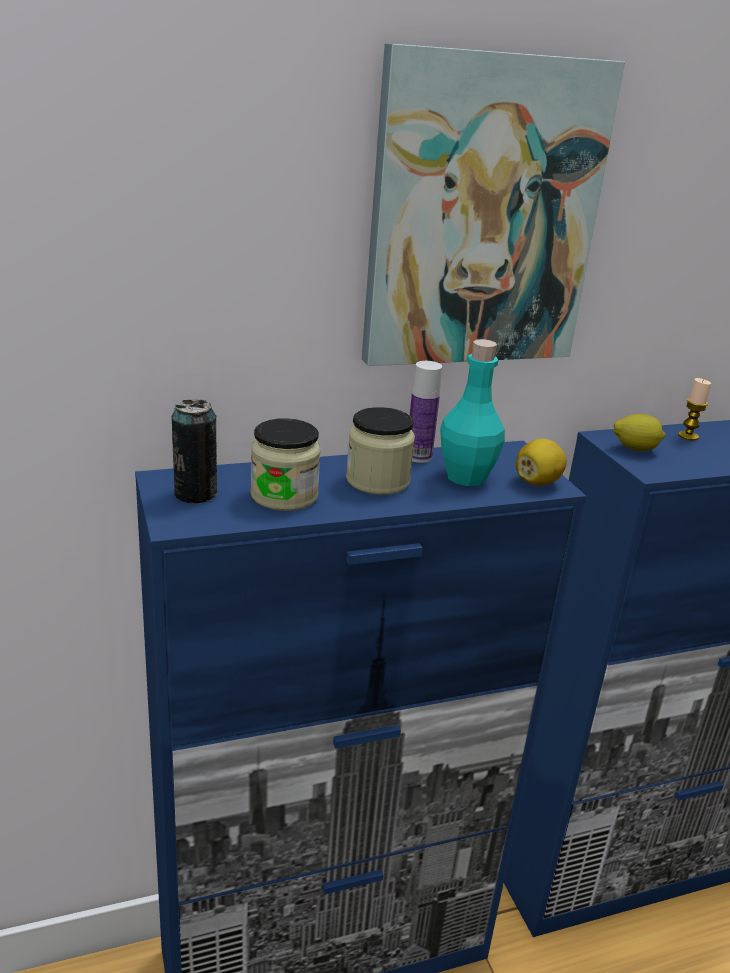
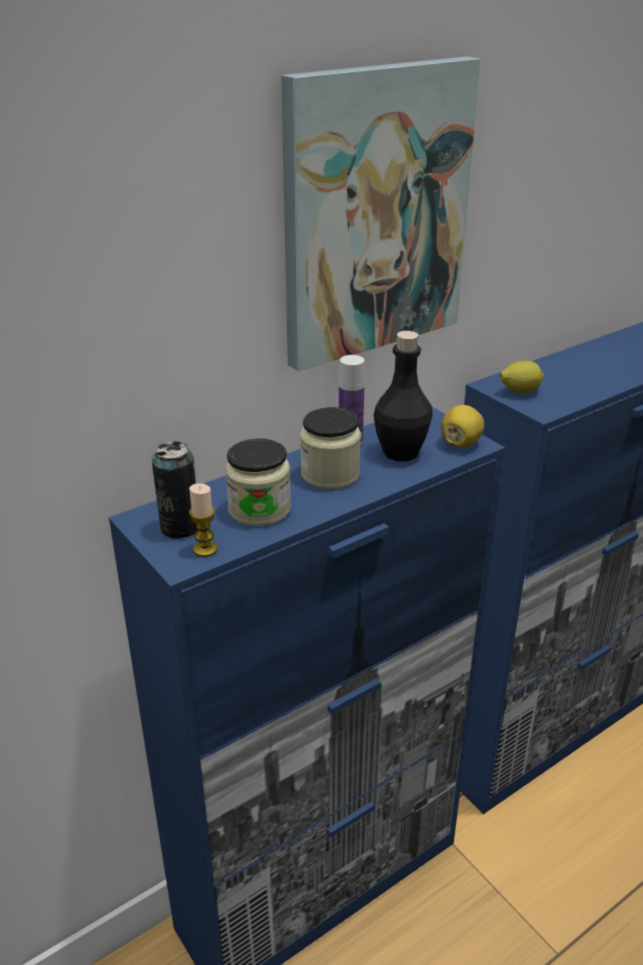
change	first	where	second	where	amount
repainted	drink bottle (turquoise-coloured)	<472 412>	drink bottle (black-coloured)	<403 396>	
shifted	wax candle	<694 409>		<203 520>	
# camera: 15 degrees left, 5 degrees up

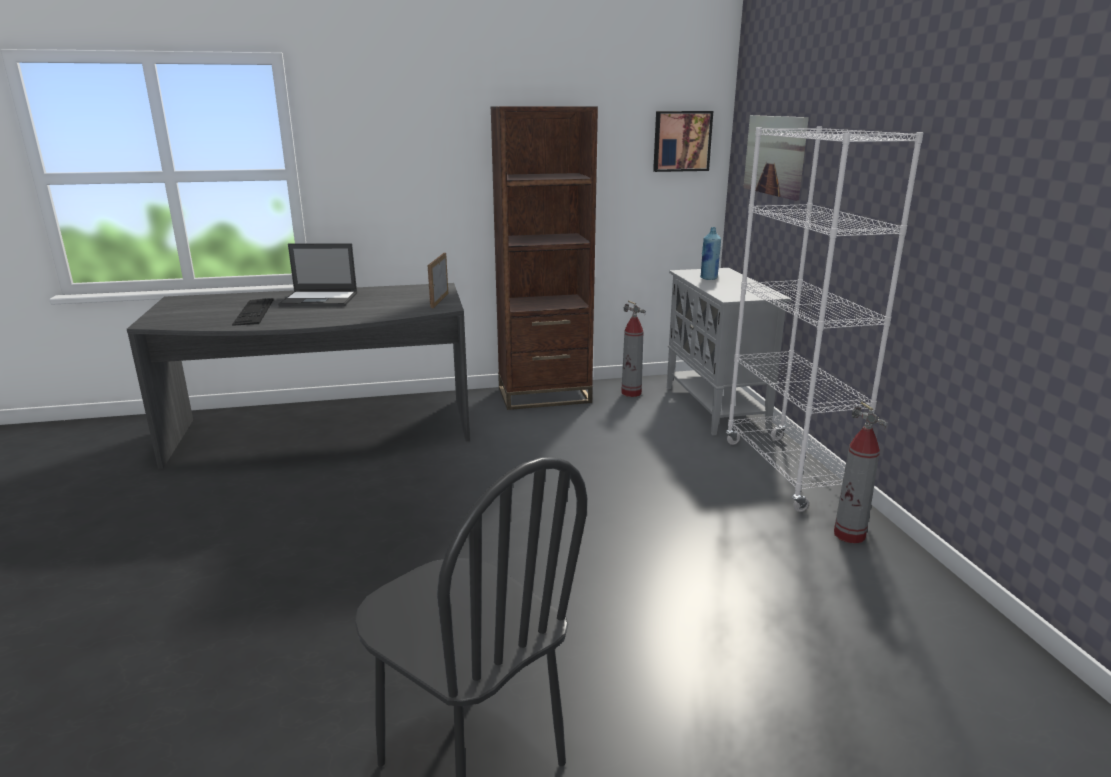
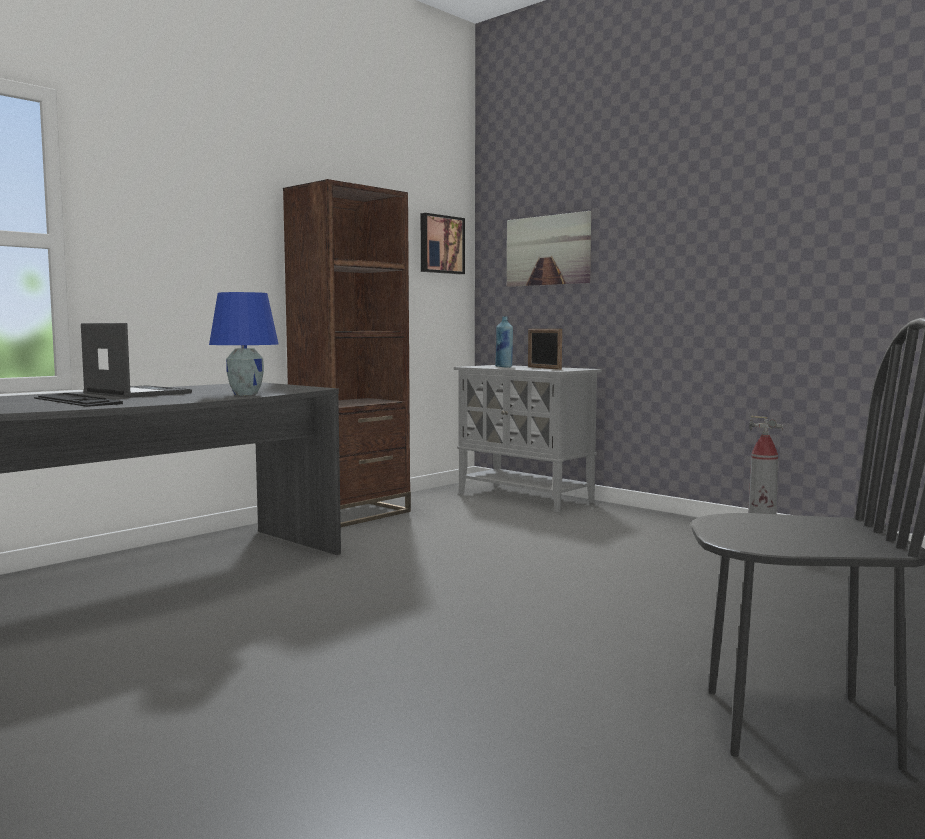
change	first	where	second	where	amount
rotated	laptop	<317 275>		<136 360>	105 degrees counterclockwise
shifted	photo frame	<438 280>		<545 349>	
gone	fire-fighting cylinder	<633 349>			
gone	bookshelf (white)	<825 319>			
new			tabletop lamp (blue-coloured)	<244 343>	
# camera: 35 degrees left, 15 degrees down

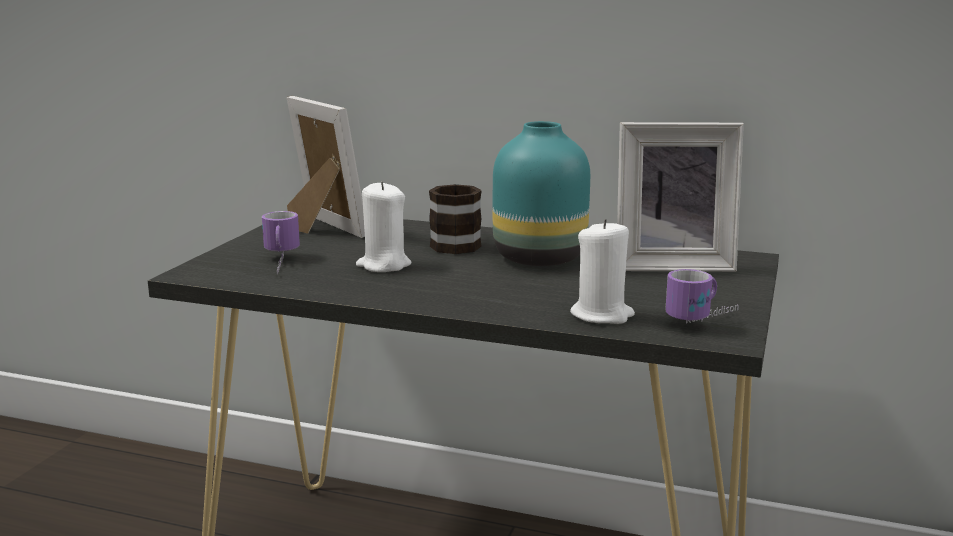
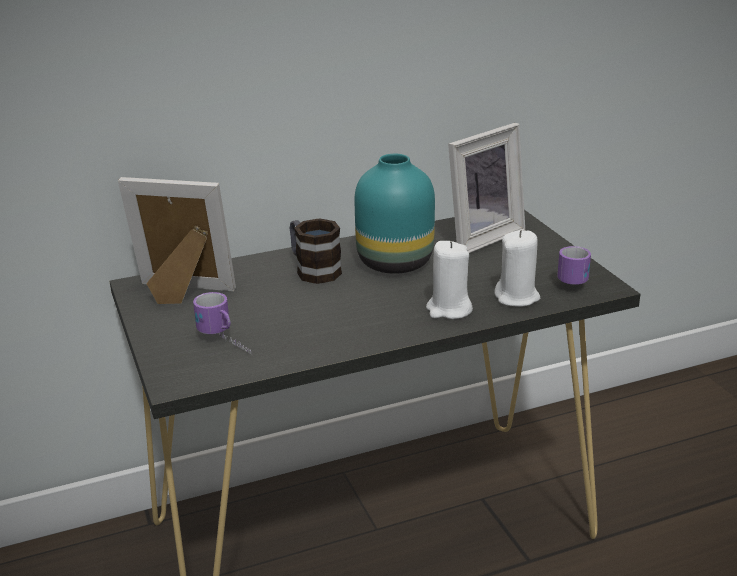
change	first	where	second	where	amount
shifted	wax candle (white)	<383 226>		<449 280>	
# camera: 40 degrees left, 10 degrees up

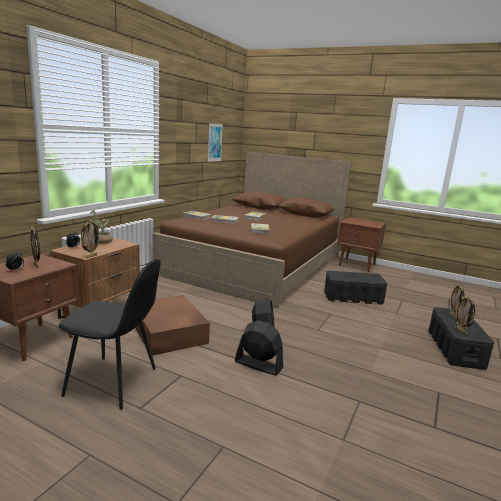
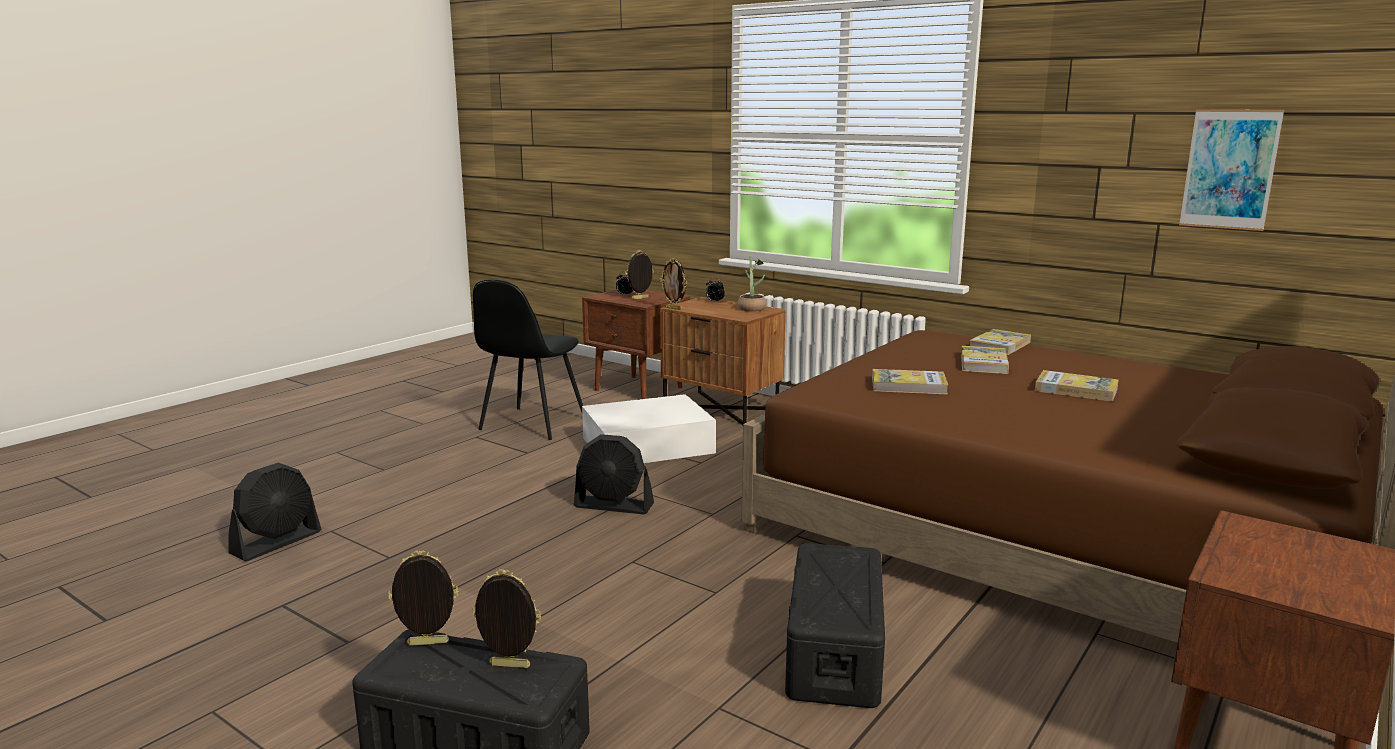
change	first	where	second	where	amount
repainted	storage box (brown-coloured)	<172 325>	storage box (white)	<649 428>	
shifted	fan (black-coloured)	<259 348>		<274 512>	
# camera: 100 degrees right, 0 degrees up

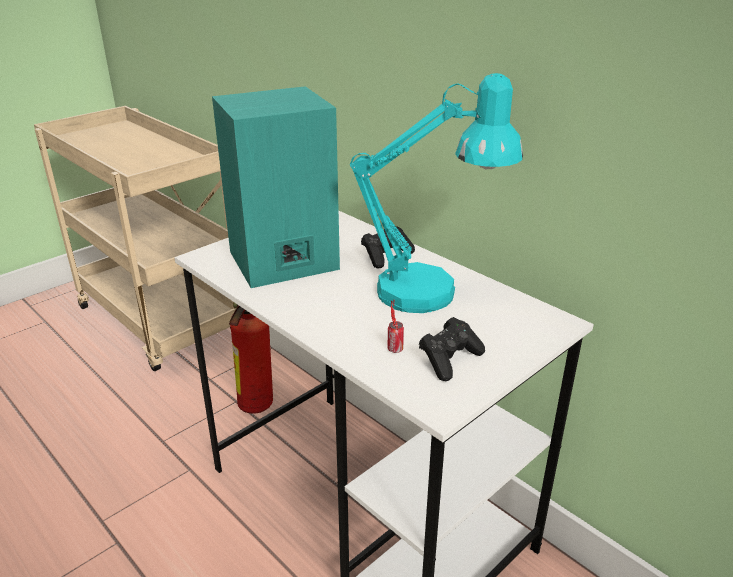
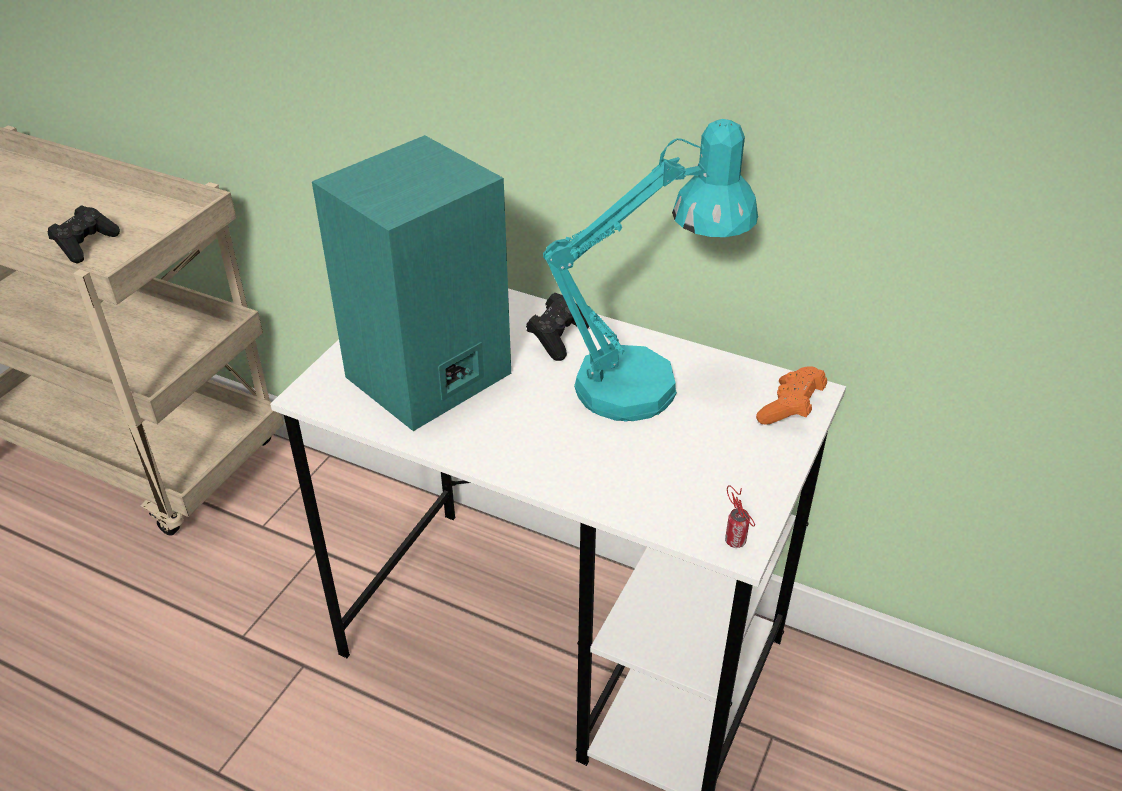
change	first	where	second	where	amount
gone	fire-fighting cylinder	<251 358>			
shifted	metal can	<395 327>		<740 516>	
shifted	game controller (black-coloured)	<452 349>		<83 234>	
new			game controller (orangey)	<791 395>	
# camera: 20 degrees left, 10 degrees up

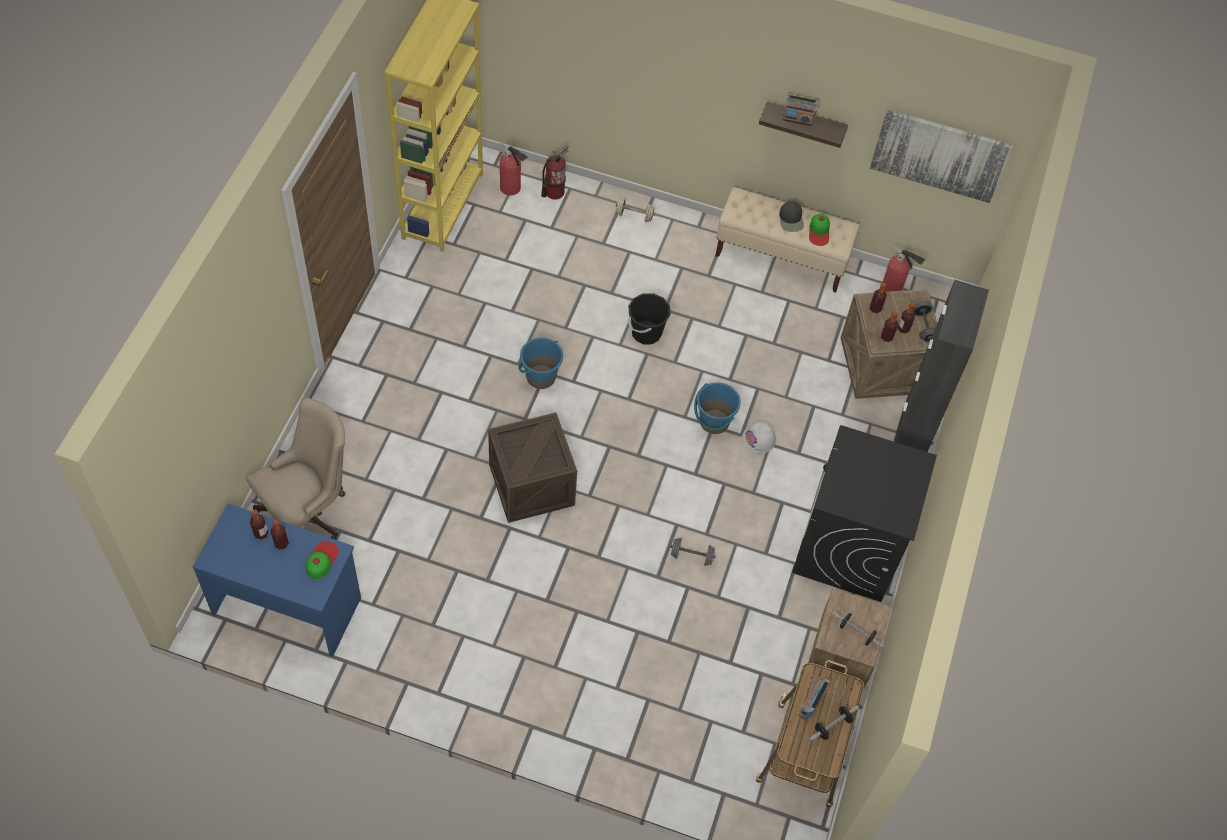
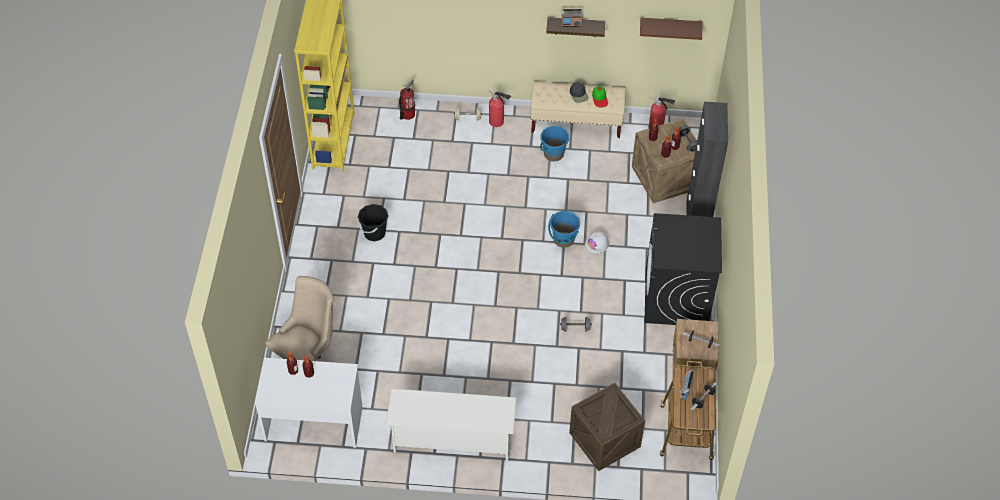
change	first	where	second	where	amount
repainted	desk (blue-coloured)	<277 580>	desk (white)	<309 403>	
gone	baseball cap	<322 560>			
shifted	crate	<532 467>		<607 427>	
shifted	fire-fighting cylinder	<514 168>		<499 109>	
shifted	bucket (blue-coloured)	<541 363>		<554 143>	
shifted	bucket (black-coloured)	<649 318>		<373 222>	
swapped	wall art	<941 156>	bracket shelf (brown-coloured)	<671 29>	
new			shoe shelf (white)	<451 424>	
# camera: 10 degrees left, 5 degrees down

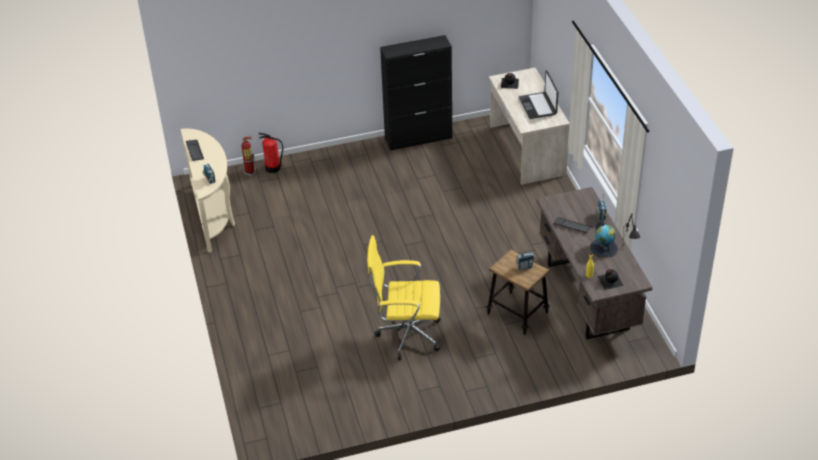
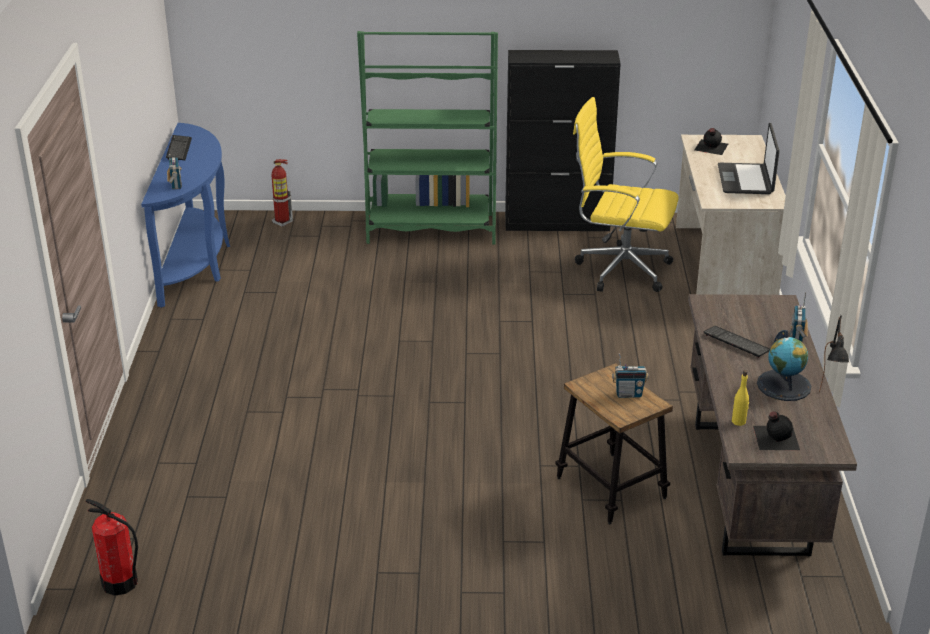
change	first	where	second	where	amount
repainted	console table (sand-coloured)	<207 190>	console table (blue-coloured)	<185 215>	
shifted	fire-fighting cylinder	<270 153>		<112 547>	
shifted	office chair (yellow)	<404 297>		<626 194>	
new			bookshelf (greenish)	<427 138>	
# camera: 15 degrees right, 10 degrees down

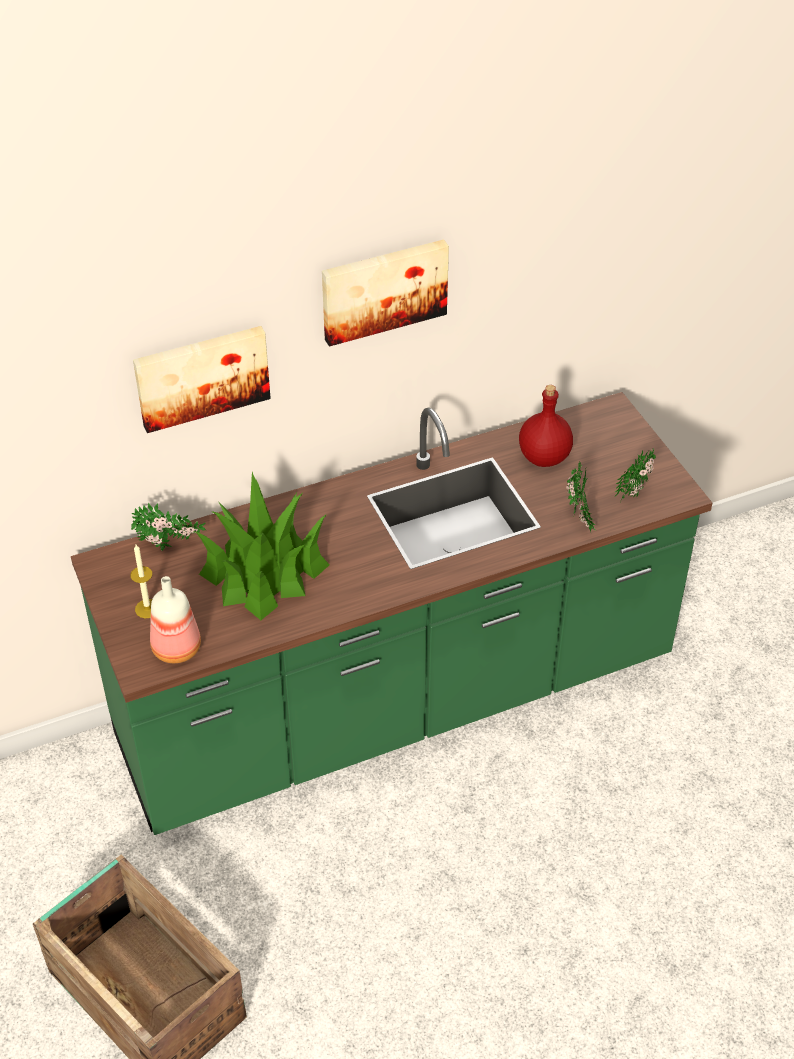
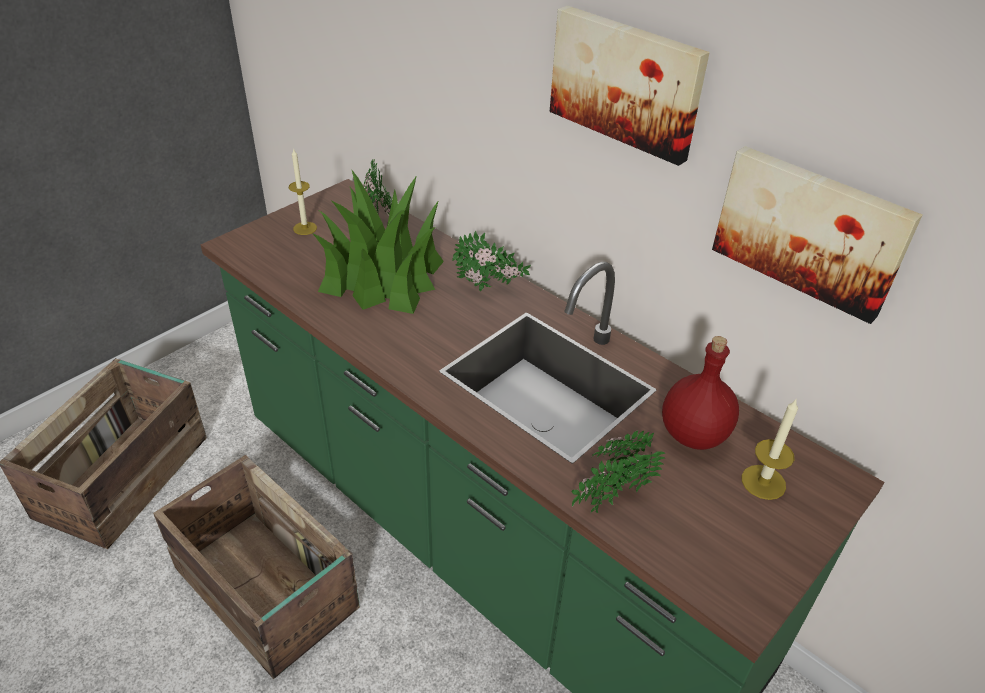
change	first	where	second	where	amount
shifted	wall art	<202 379>		<817 235>	
gone	drink bottle	<175 619>			
shifted	potted plant	<635 474>		<491 261>	
new			crate	<256 567>	
new			wax candle	<770 449>	
# camera: 65 degrees right, 5 degrees down

